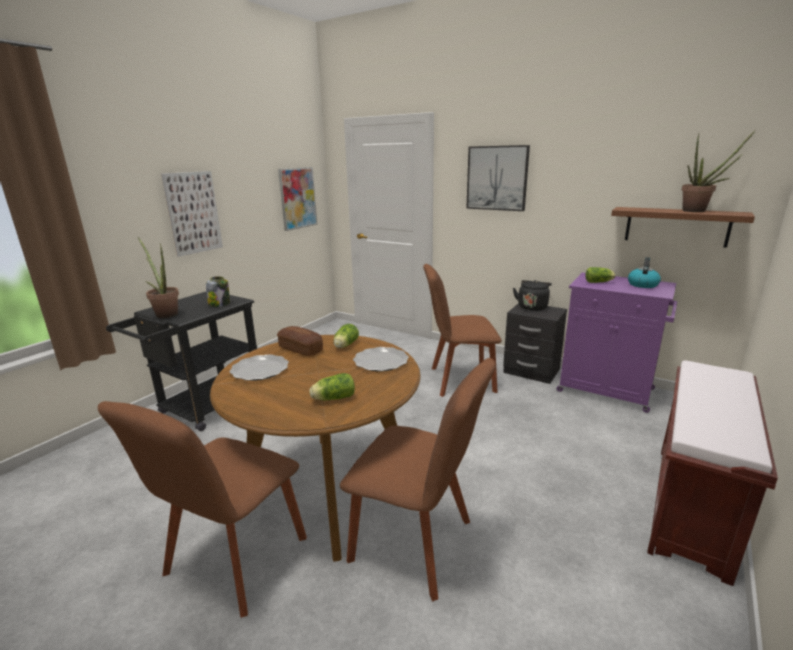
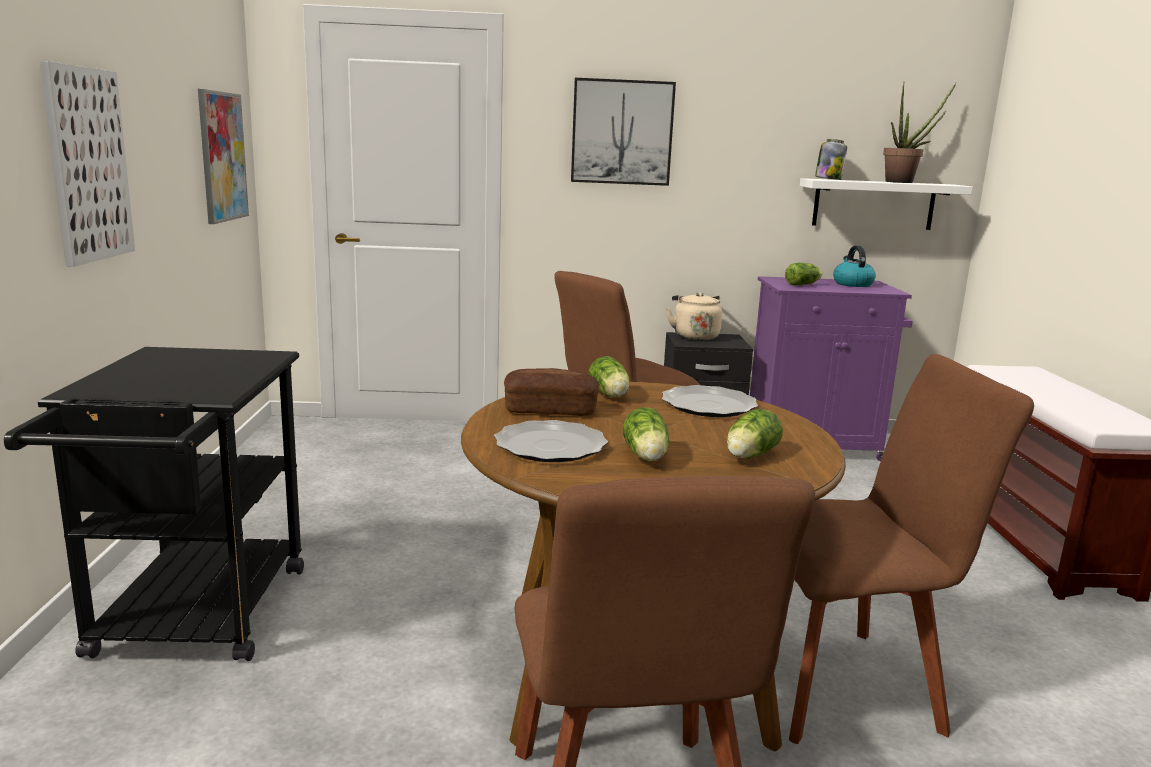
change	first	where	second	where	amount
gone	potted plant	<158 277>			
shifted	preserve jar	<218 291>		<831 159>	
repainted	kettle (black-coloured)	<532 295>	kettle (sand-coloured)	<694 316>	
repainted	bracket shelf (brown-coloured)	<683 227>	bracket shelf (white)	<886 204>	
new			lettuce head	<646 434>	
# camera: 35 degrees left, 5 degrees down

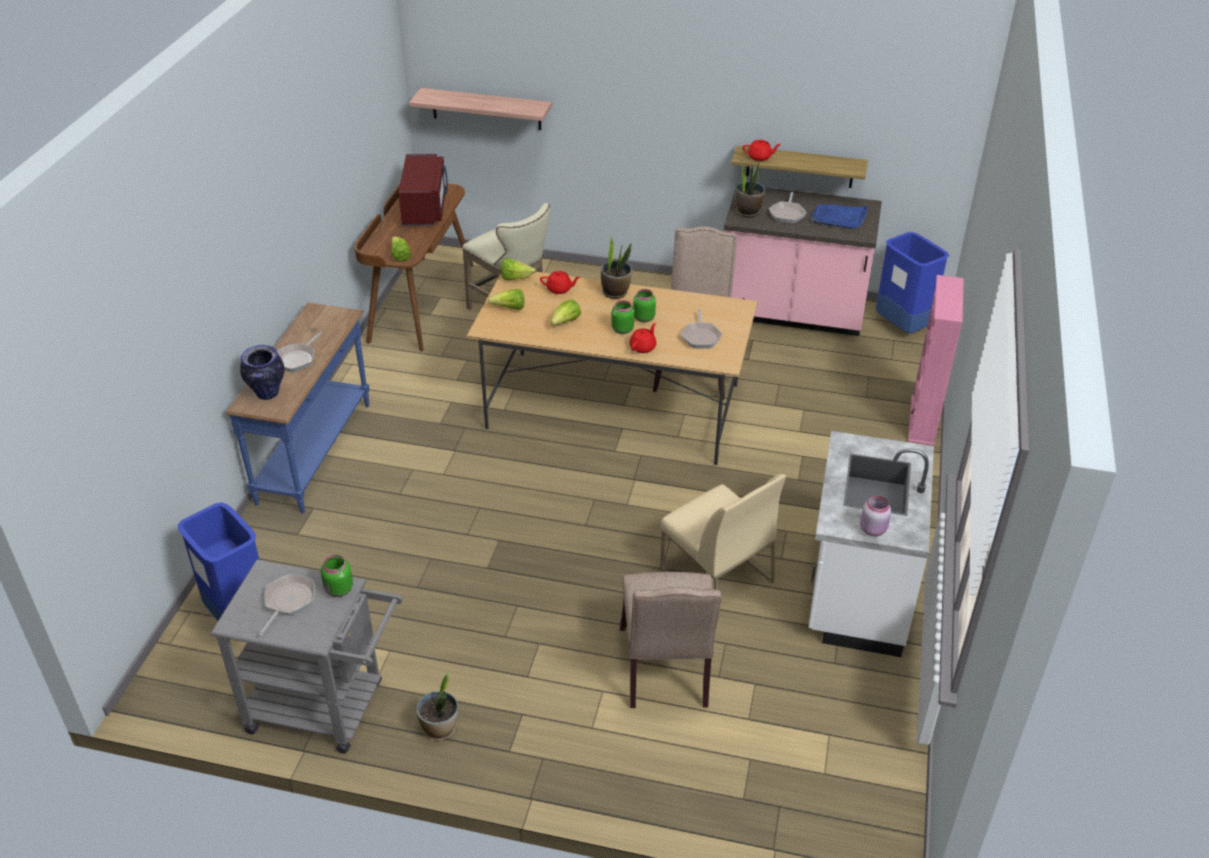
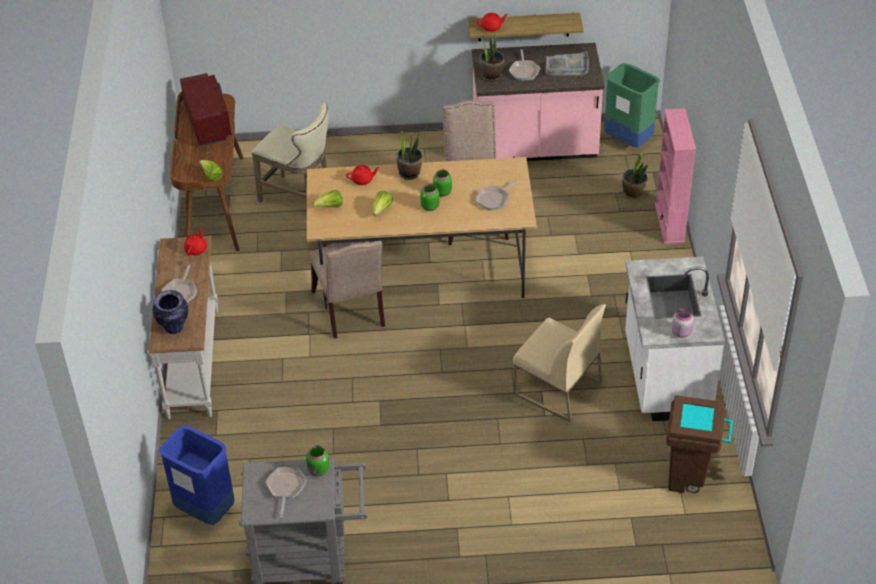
change	first	where	second	where	amount
repainted	console table (blue-coloured)	<298 407>	console table (white)	<183 327>	
gone	bracket shelf	<480 109>			
shifted	potted plant	<437 706>		<635 175>	
gone	lettuce head	<518 269>			
shifted	chair (sand-coloured)	<671 640>		<347 290>	
shifted	pot for tea (reddish)	<642 338>		<195 241>	
rotated	skillet	<701 329>		<496 195>	60 degrees clockwise
repainted	carrying tray (blue-coloured)	<839 217>	carrying tray (greyish)	<567 64>	
repainted	trash can (blue-coloured)	<912 282>	trash can (greenish)	<632 105>	
new			trash can (brown-coloured)	<699 444>	
# camera: 15 degrees left, 5 degrees up

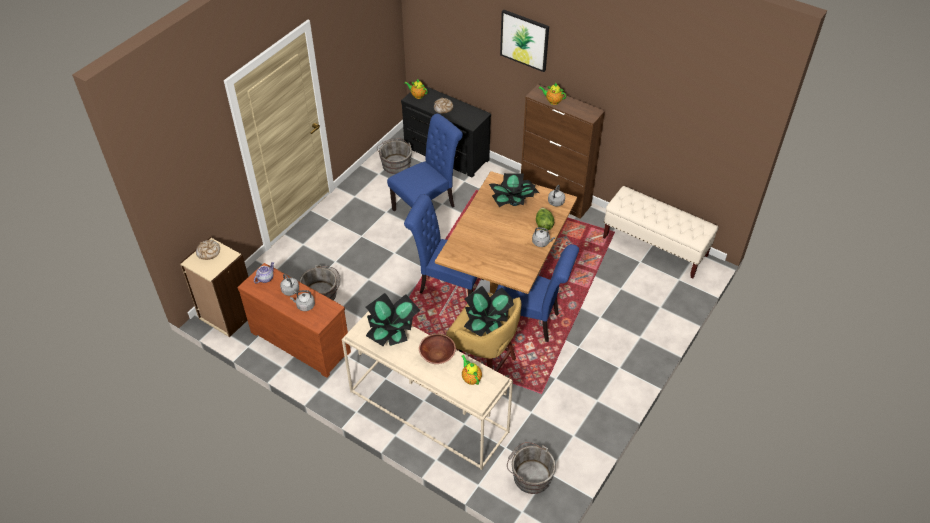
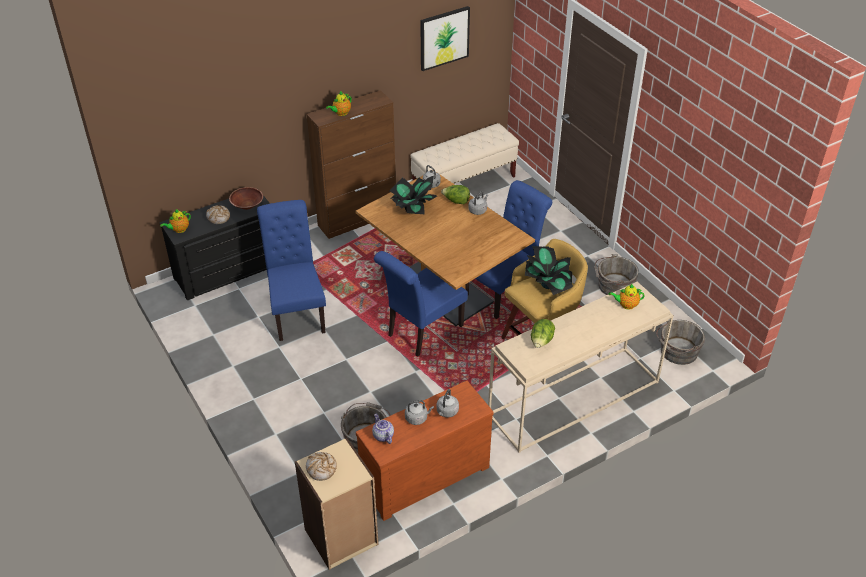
change	first	where	second	where	amount
swapped	potted plant	<393 319>	lettuce head	<543 333>	
shifted	bucket (greyish)	<394 156>		<616 274>	
shifted	bowl (brown-coloured)	<437 349>		<246 198>	
shifted	wall art	<524 40>		<445 38>	
# camera: 65 degrees left, 5 degrees down

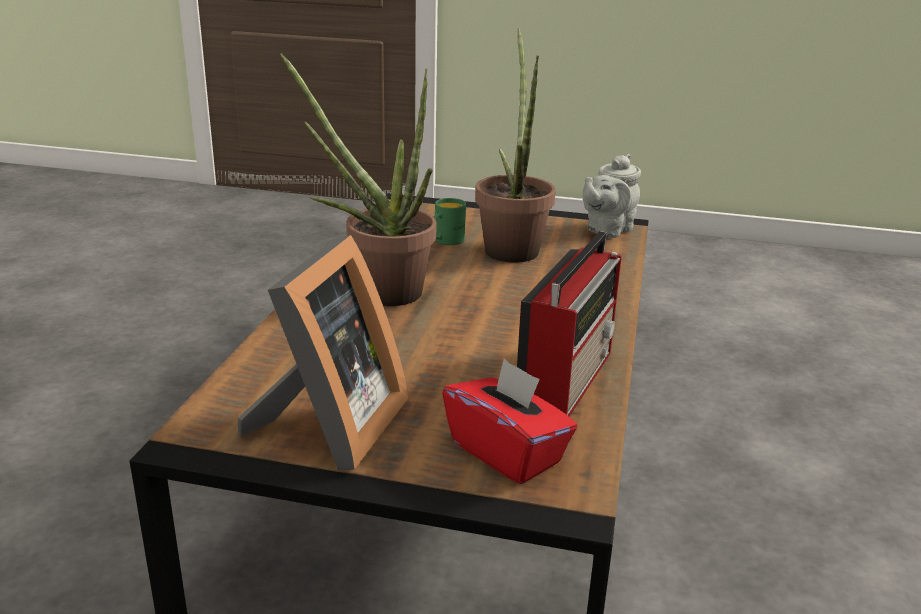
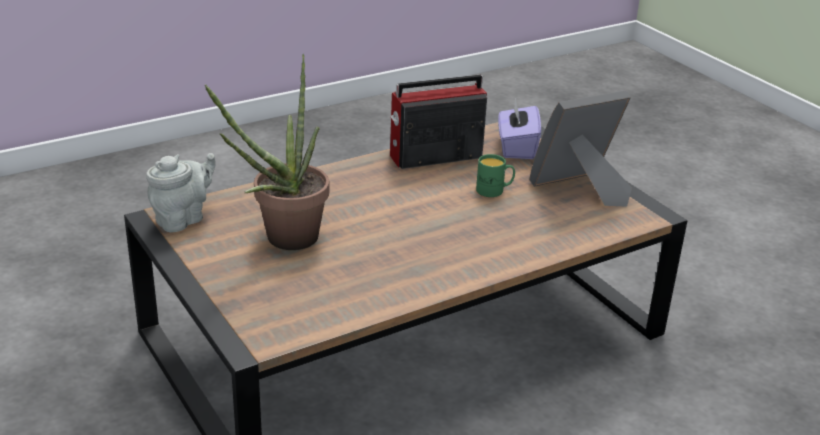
change	first	where	second	where	amount
gone	potted plant	<358 179>			
shifted	tea mug (greenish)	<450 221>		<495 175>	
repainted	tissue holder (reddish)	<509 421>	tissue holder (purple)	<519 129>	
rotated	pot for tea (greyish)	<611 196>		<181 192>	45 degrees counterclockwise
# camera: 135 degrees left, 5 degrees up

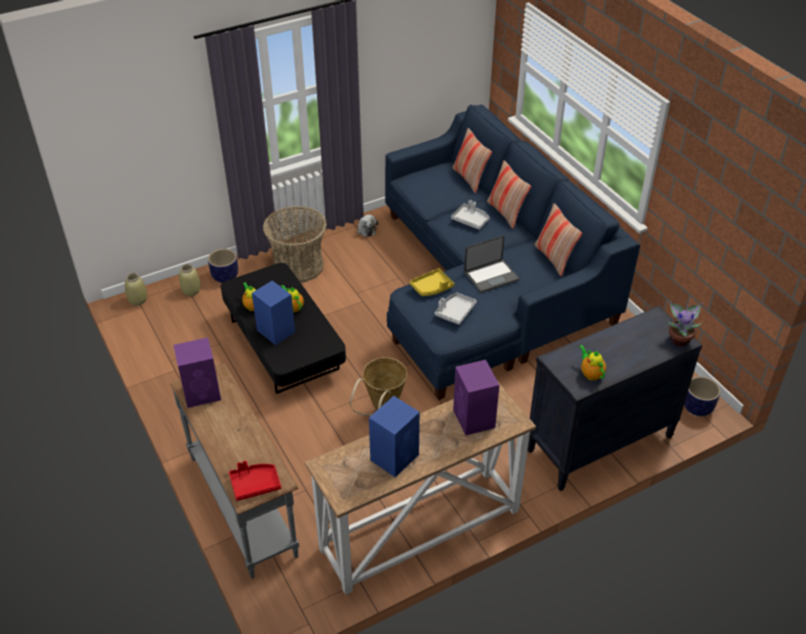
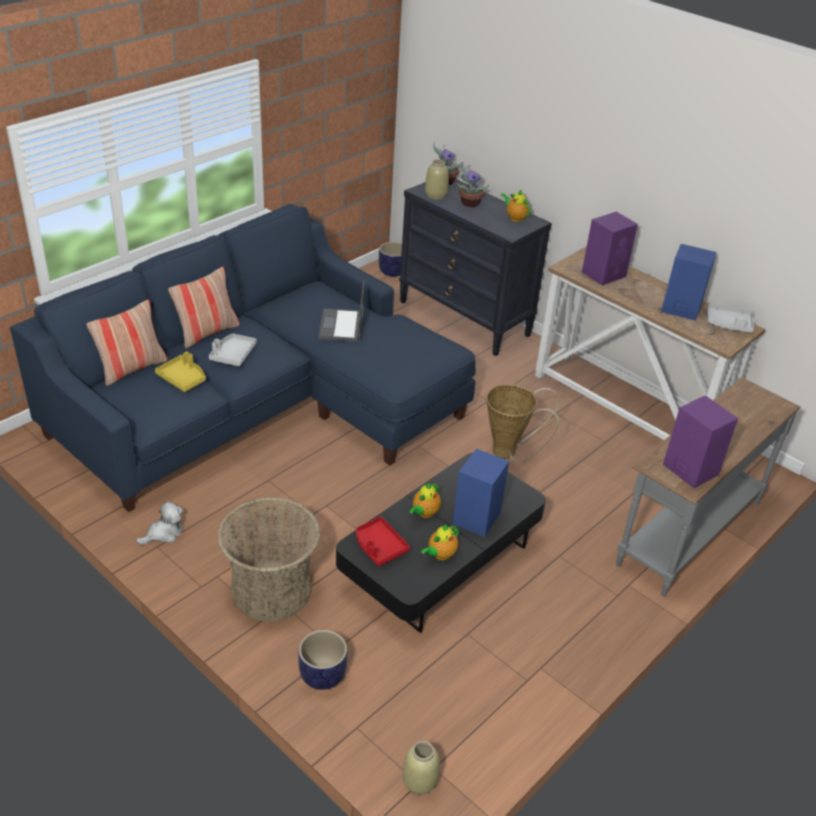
change	first	where	second	where	amount
shifted	decorative vase (sand-coloured)	<190 280>		<437 179>	
shifted	carrying tray (reddish)	<255 481>		<383 541>	
shifted	carrying tray (yellow)	<432 282>		<180 372>	
shifted	carrying tray (greyish)	<455 309>		<730 318>	
rotated	laptop	<492 264>		<341 311>	135 degrees counterclockwise
gone	pillow	<558 239>			
rotated	pot for tea	<592 363>		<516 206>	90 degrees clockwise
new			potted plant	<472 184>	
# camera: 110 degrees left, 5 degrees down

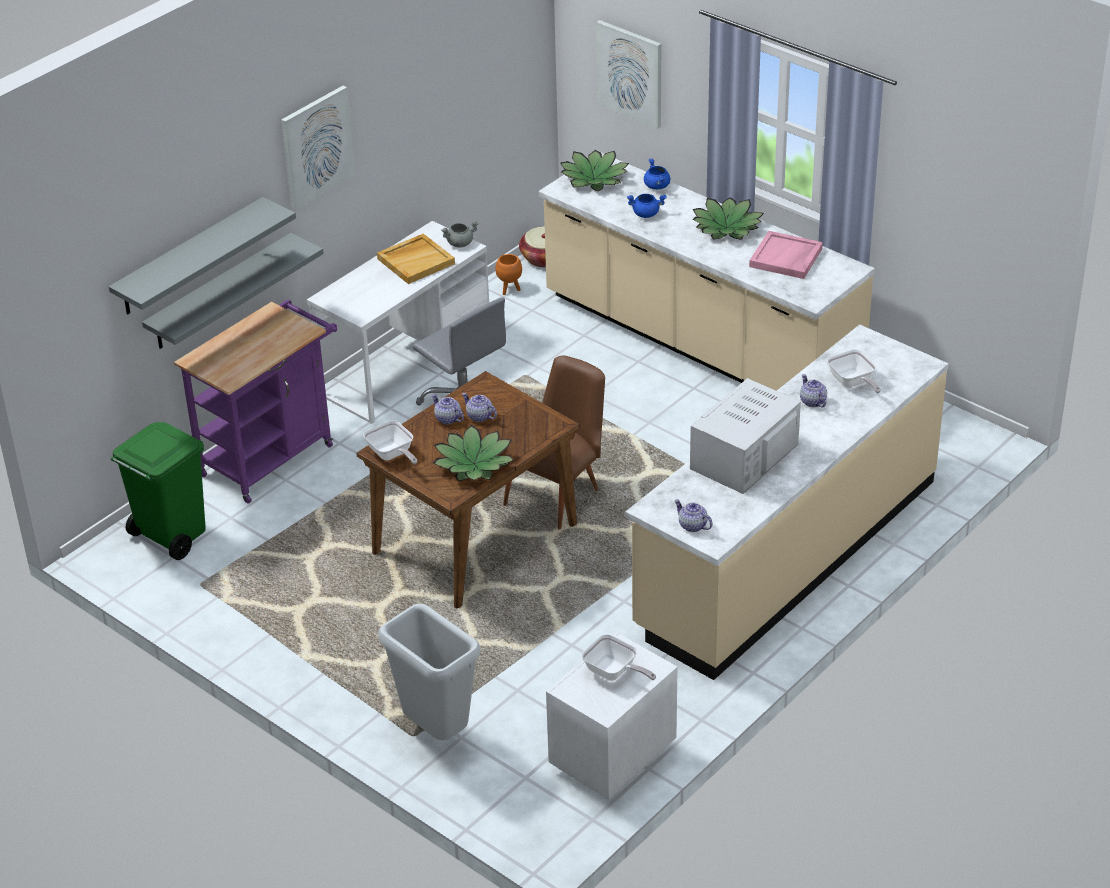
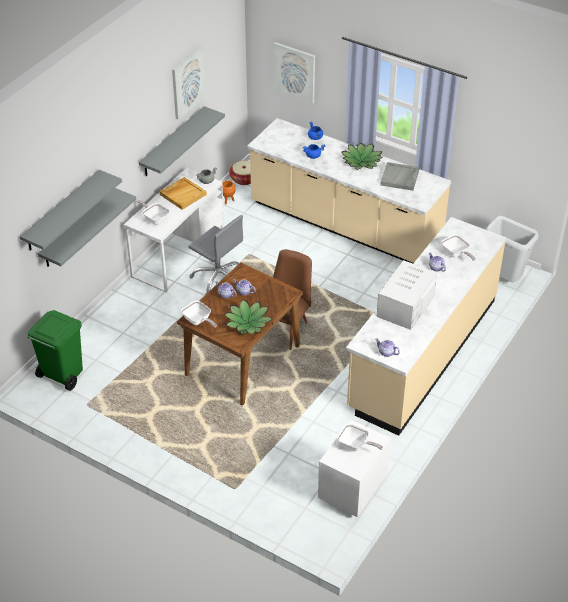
change	first	where	second	where	amount
gone	trolley (purple)	<255 402>			
shifted	wall art	<318 147>		<189 83>	
shifted	trash can (greyish)	<429 671>		<512 249>	
gone	potted plant	<594 170>			
repainted	carrying tray (pink)	<786 255>	carrying tray (greyish)	<399 176>	
new			skillet	<153 212>	
new			bracket shelf (greyish)	<182 141>	
# camera: 10 degrees left, 5 degrees up

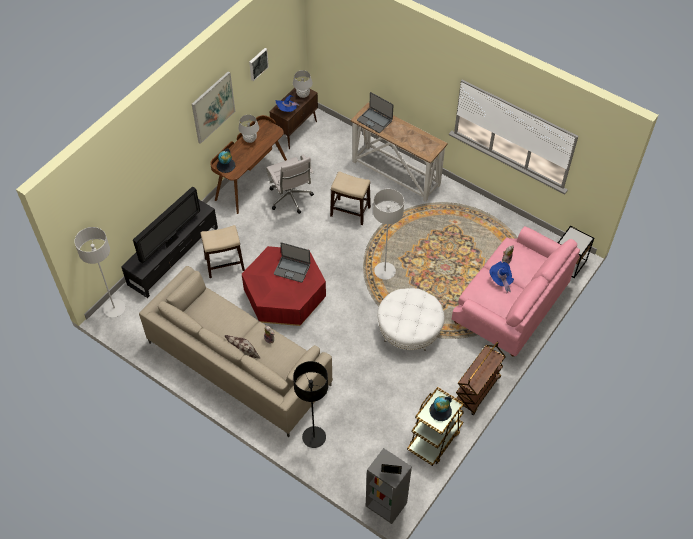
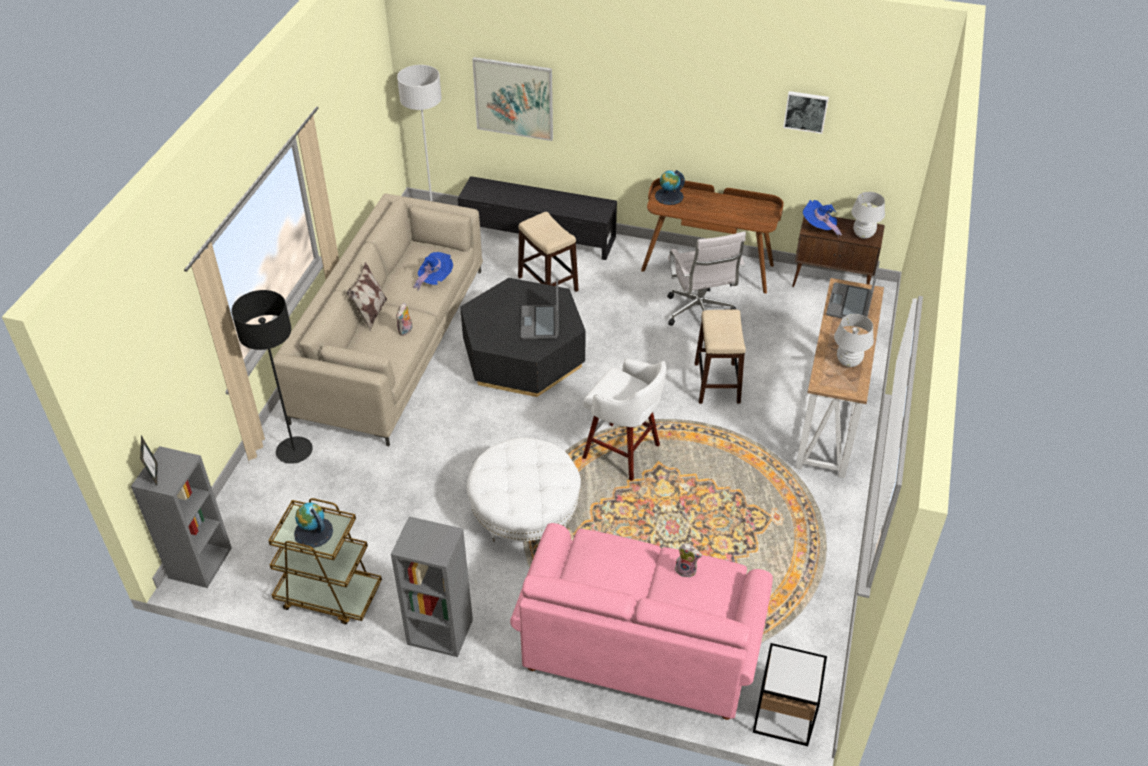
change	first	where	second	where	amount
gone	television	<166 225>			
shifted	wall art	<213 107>		<512 99>	
shifted	tabletop lamp (white)	<248 129>		<854 340>	
repainted	low table (reddish)	<284 286>	low table (black-coloured)	<523 337>	
rotated	office chair (white)	<290 184>		<706 279>	60 degrees counterclockwise
swapped	standing lamp (greyish)	<388 234>	stool seat (white)	<624 419>	
swapped	trolley (brown-coloured)	<480 378>	bookshelf (greyish)	<432 586>	
shifted	wearable hat (blue-coloured)	<501 277>		<433 271>	
# camera: 70 degrees right, 10 degrees down

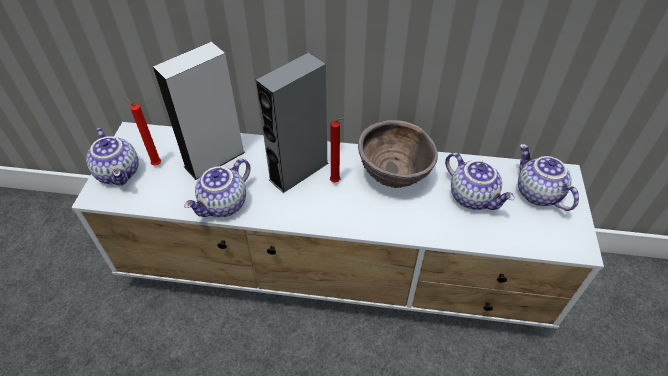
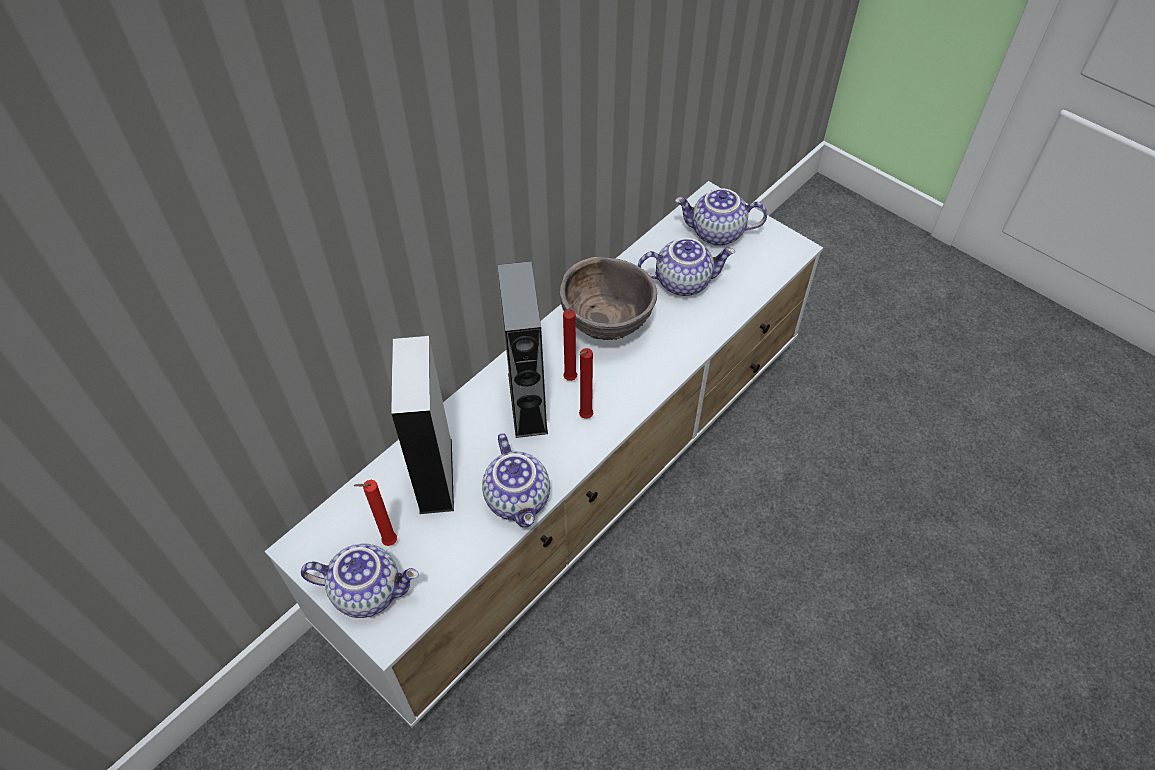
change	first	where	second	where	amount
new			wax candle (reddish)	<586 383>	
# camera: 55 degrees left, 5 degrees up

